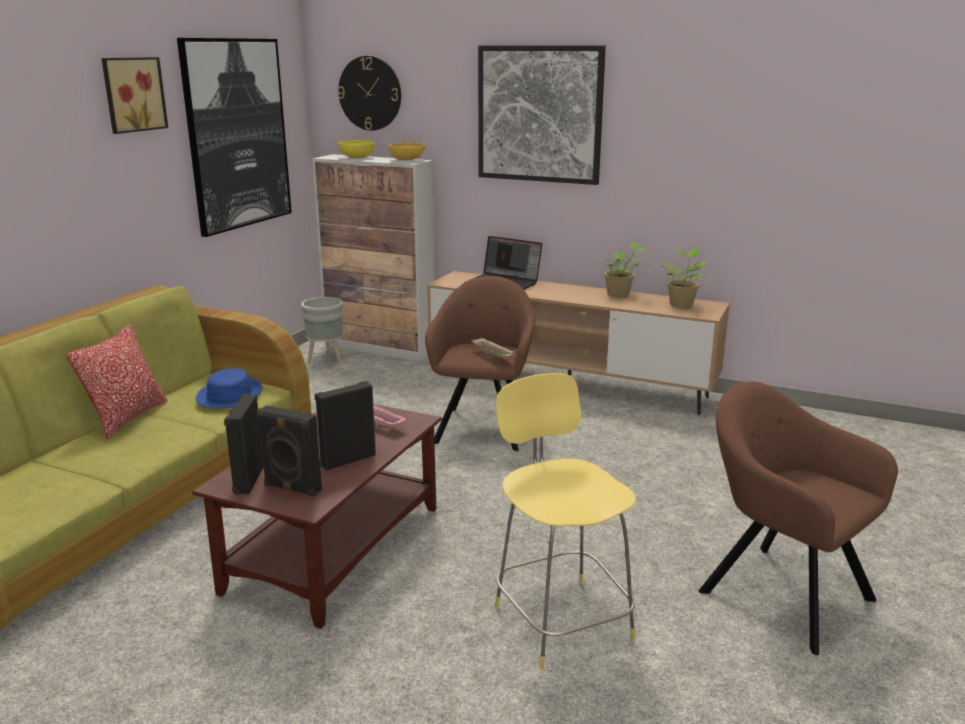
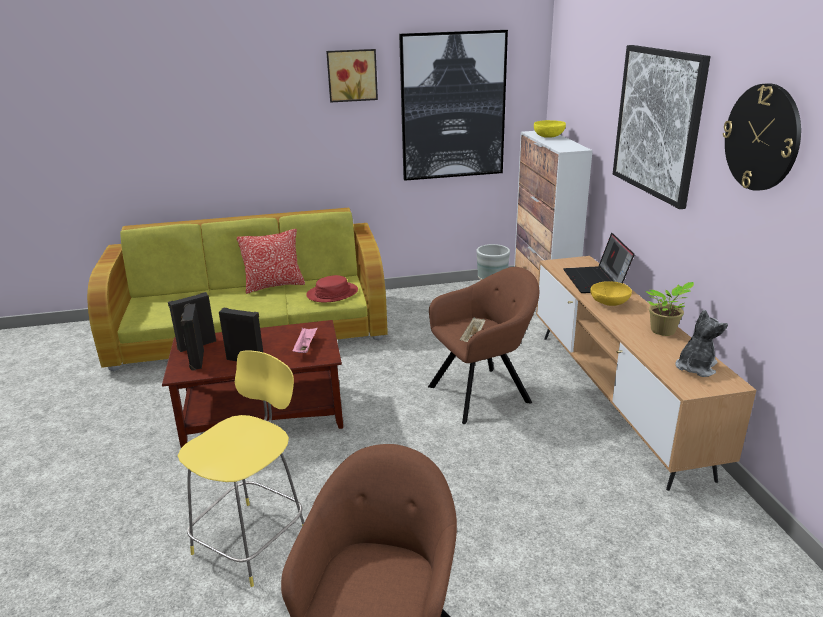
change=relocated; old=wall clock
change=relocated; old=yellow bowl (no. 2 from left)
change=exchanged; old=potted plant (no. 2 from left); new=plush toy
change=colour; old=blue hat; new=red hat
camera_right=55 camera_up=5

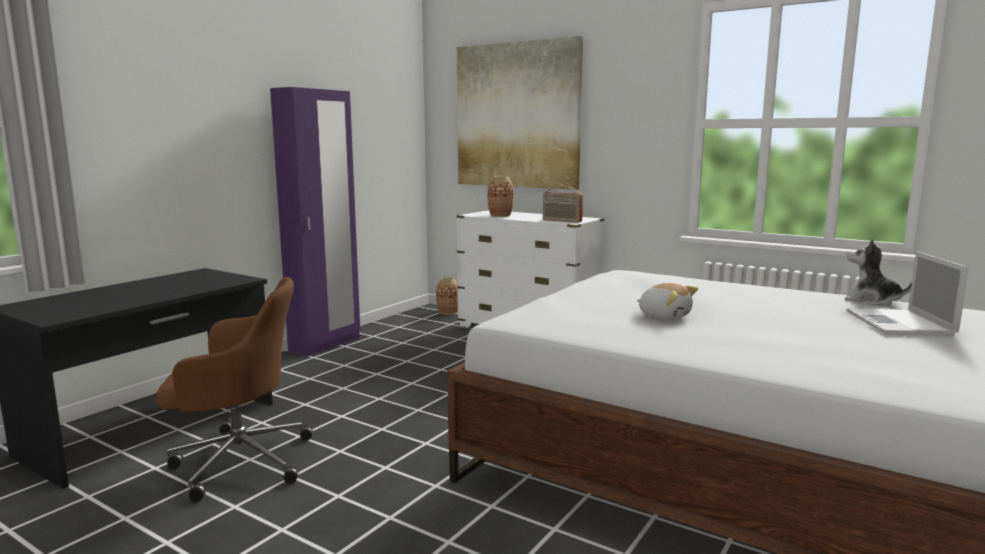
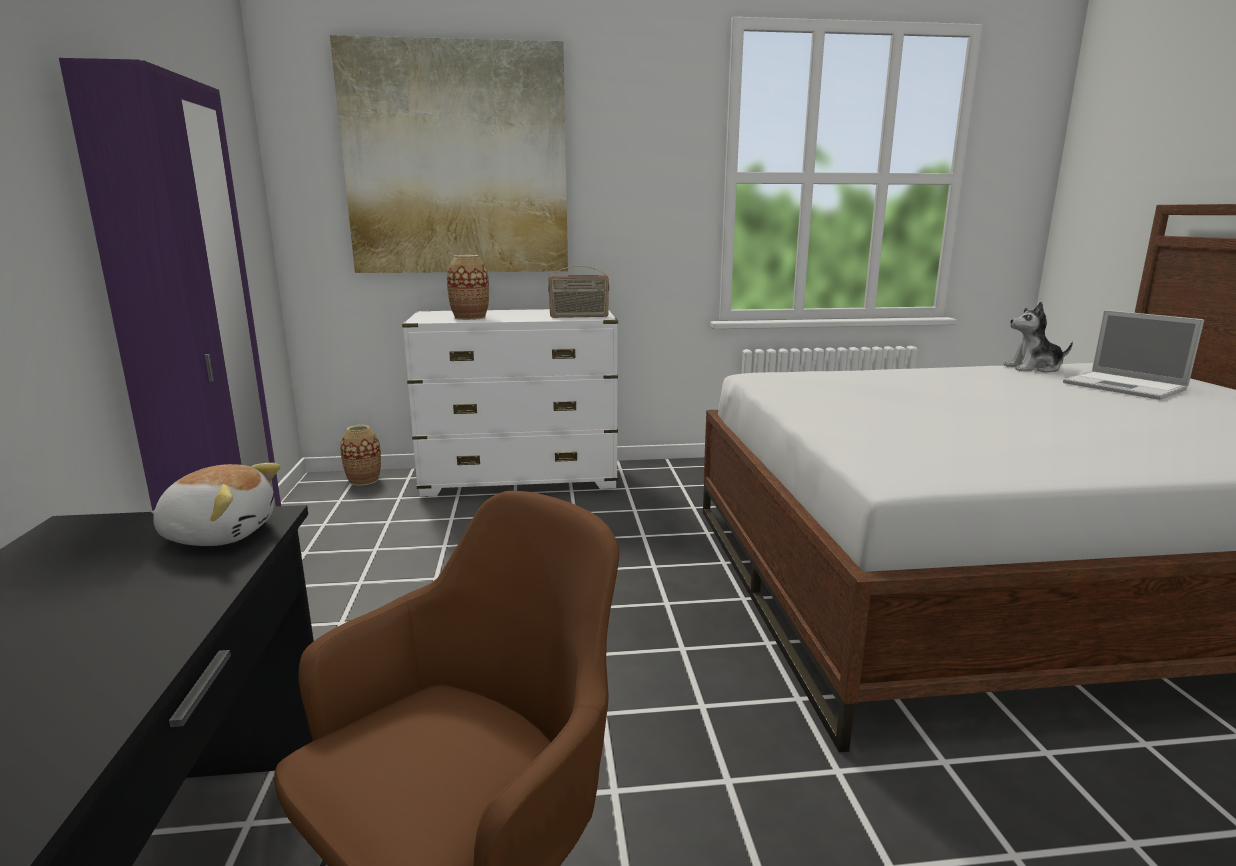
change=relocated; old=plush toy (no. 1 from left)
camera_right=-40 camera_up=5

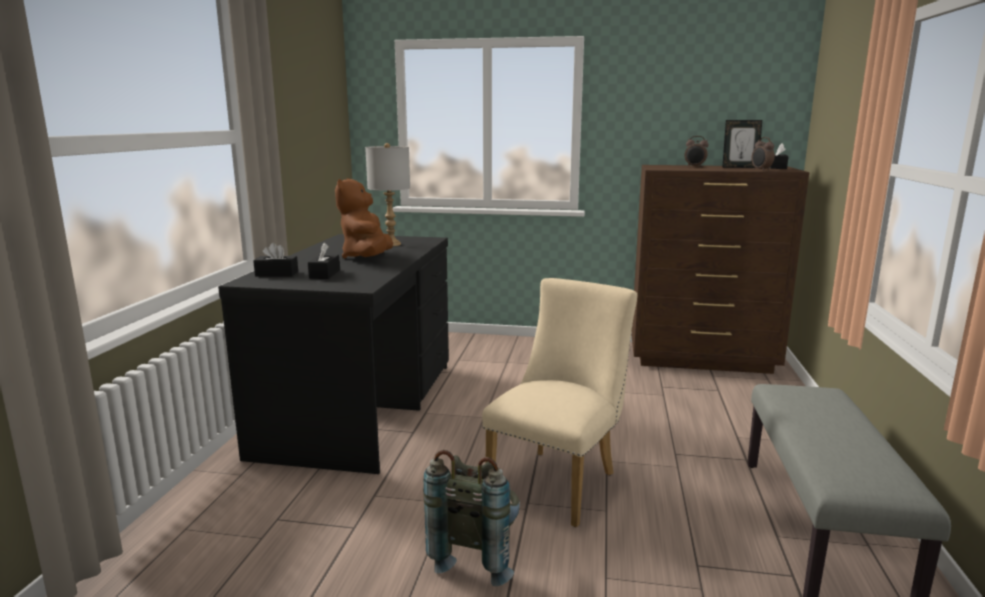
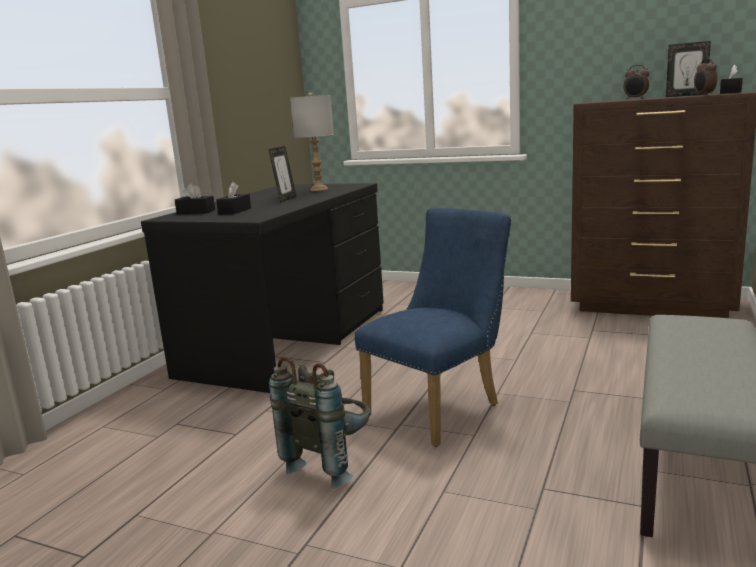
change=exchanged; old=brown plush toy; new=picture frame (no. 1 from left)
change=colour; old=beige chair; new=blue chair
camera_right=15 camera_up=0

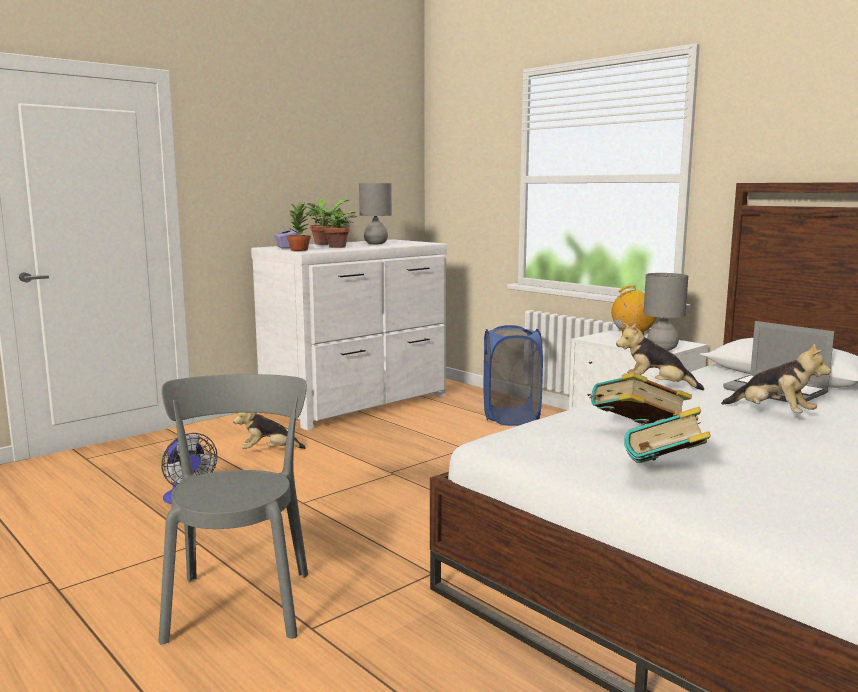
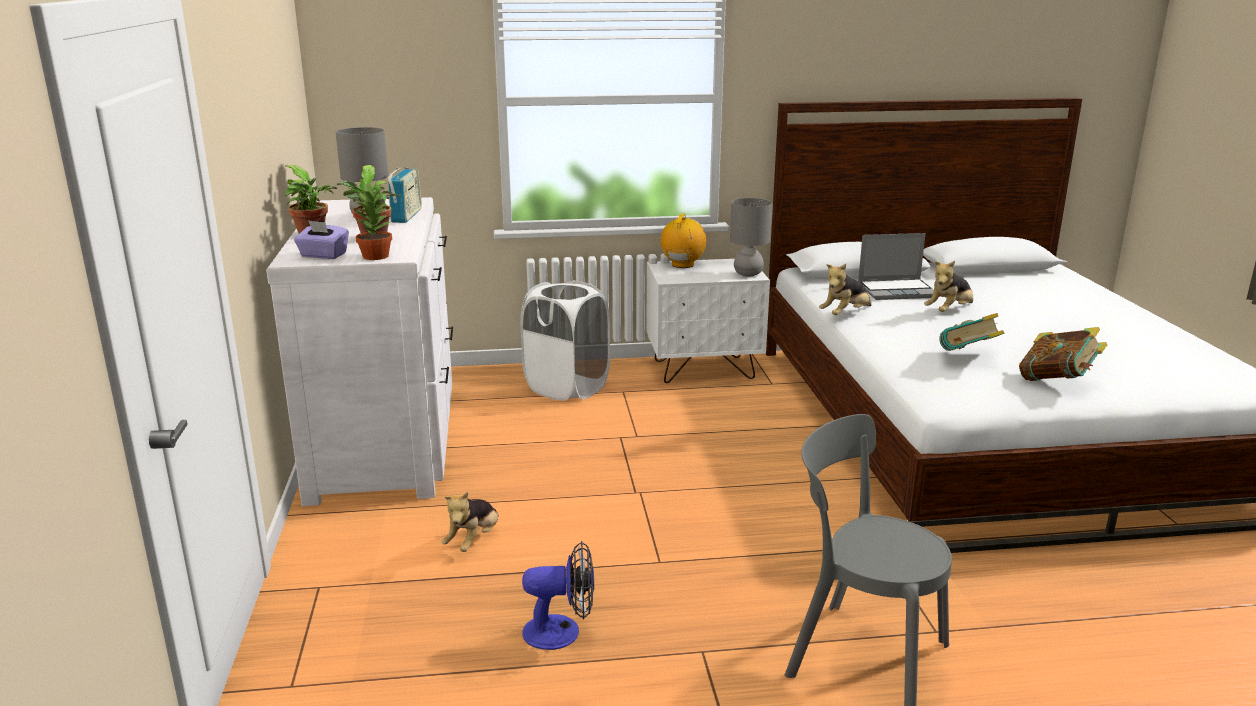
change=colour; old=blue laundry basket; new=white laundry basket
change=spun; old=plush toy (no. 3 from left); degrees=150
change=appeared; new=radio (no. 1 from left)
camera_right=-55 camera_up=10

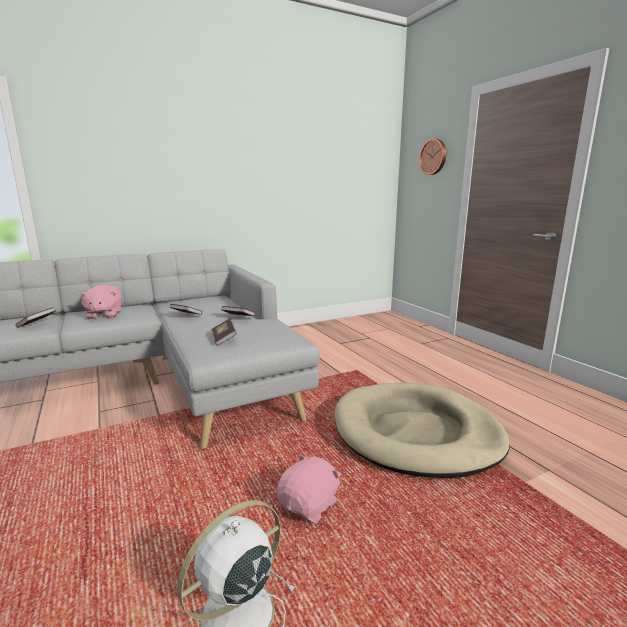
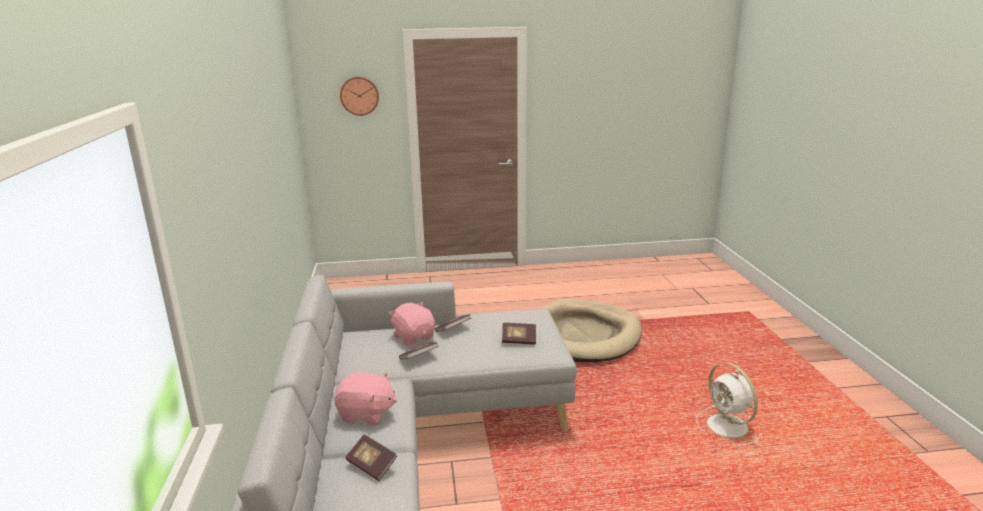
change=relocated; old=pink plush toy (no. 2 from left)
camera_right=-70 camera_up=5

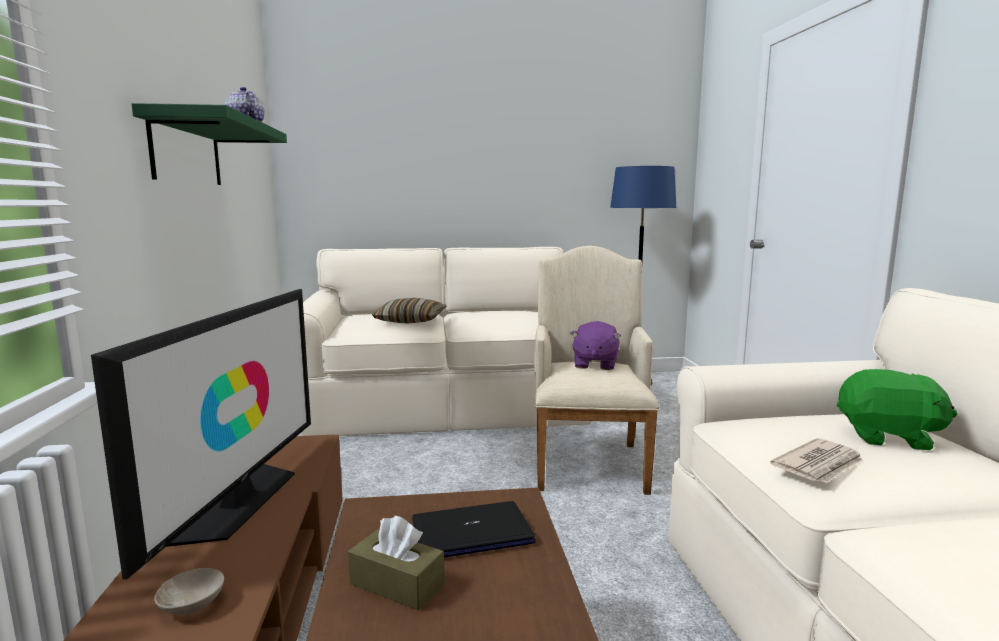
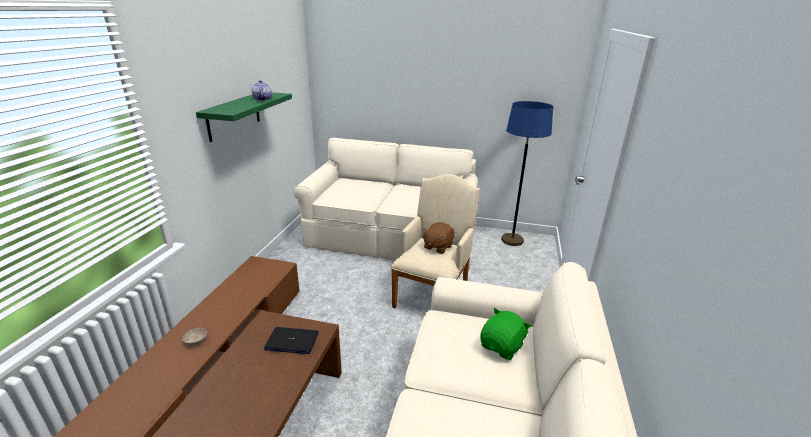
change=missing; old=television
change=missing; old=pillow
change=colour; old=purple plush toy; new=brown plush toy
change=spun; old=green plush toy; degrees=-90
change=missing; old=newspaper
change=missing; old=brown tissue box
camera_right=20 camera_up=15

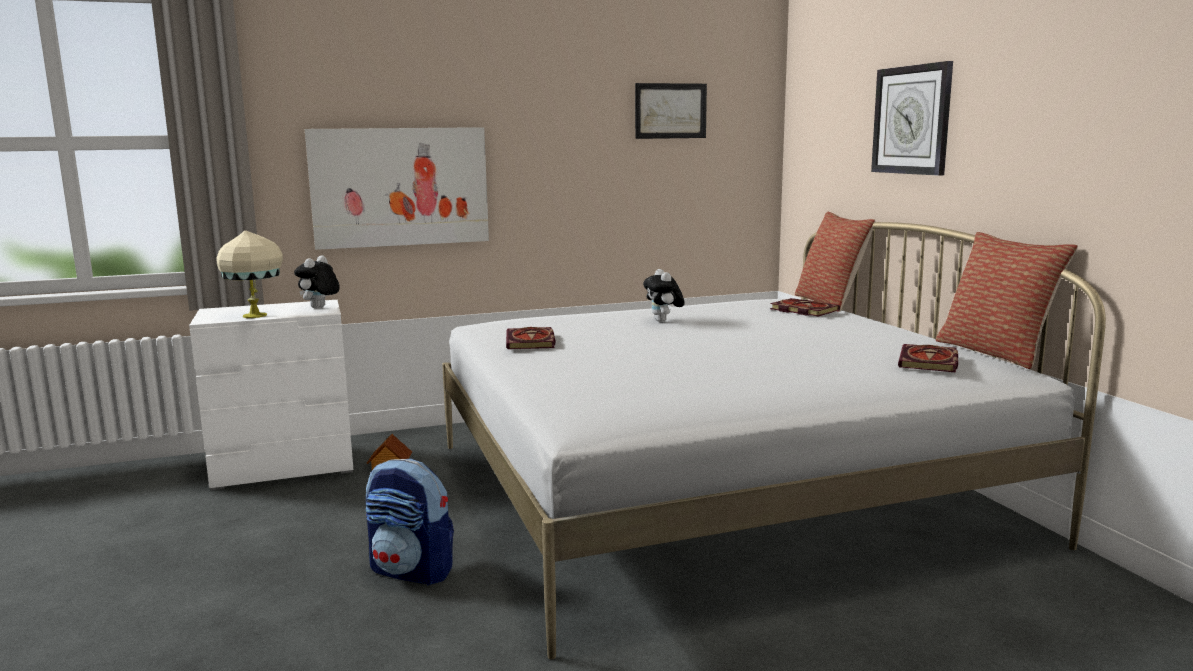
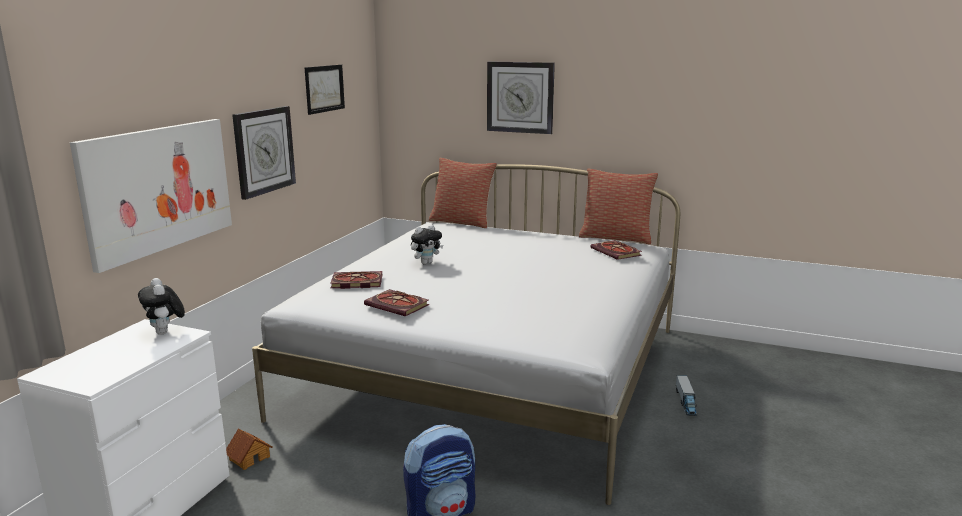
change=missing; old=beige table lamp
change=spun; old=plush toy (no. 2 from left); degrees=-60
change=relocated; old=book (no. 2 from left in the first image); new=book (no. 1 from left)
change=appeared; new=wall clock (no. 1 from left)
change=appeared; new=toy truck
camera_right=-50 camera_up=5

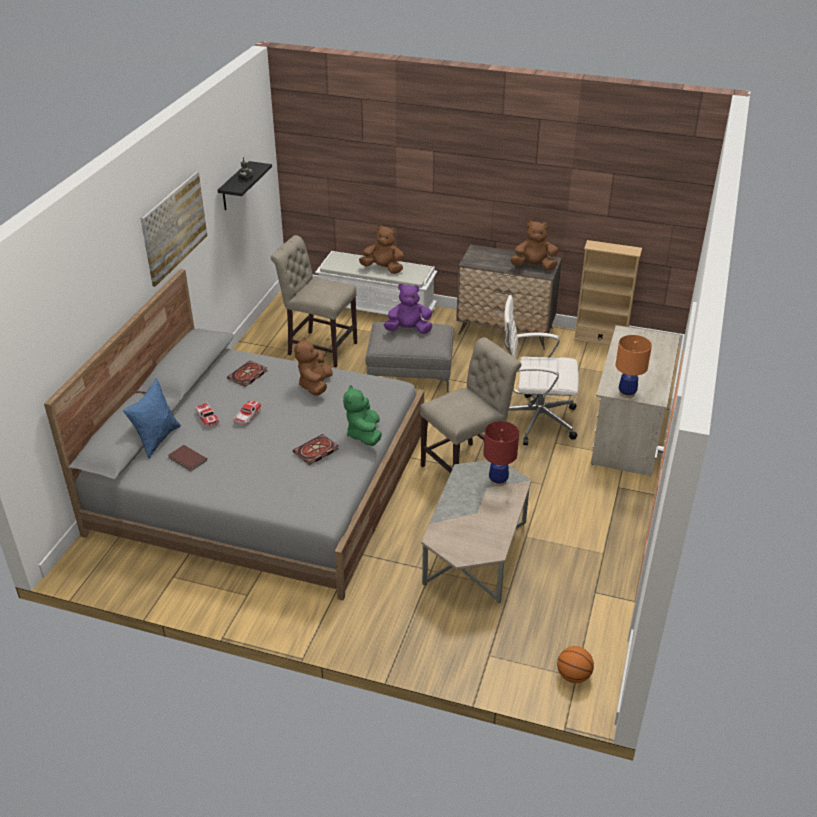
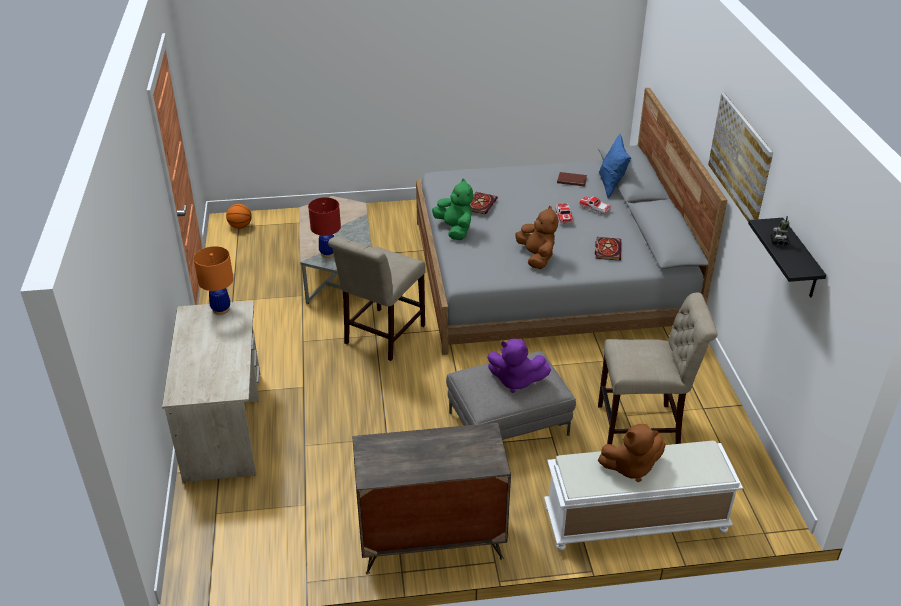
change=missing; old=brown plush toy (no. 3 from left)
change=missing; old=beige bookcase
change=spun; old=purple plush toy; degrees=45
change=missing; old=white office chair
camera_right=155 camera_up=0

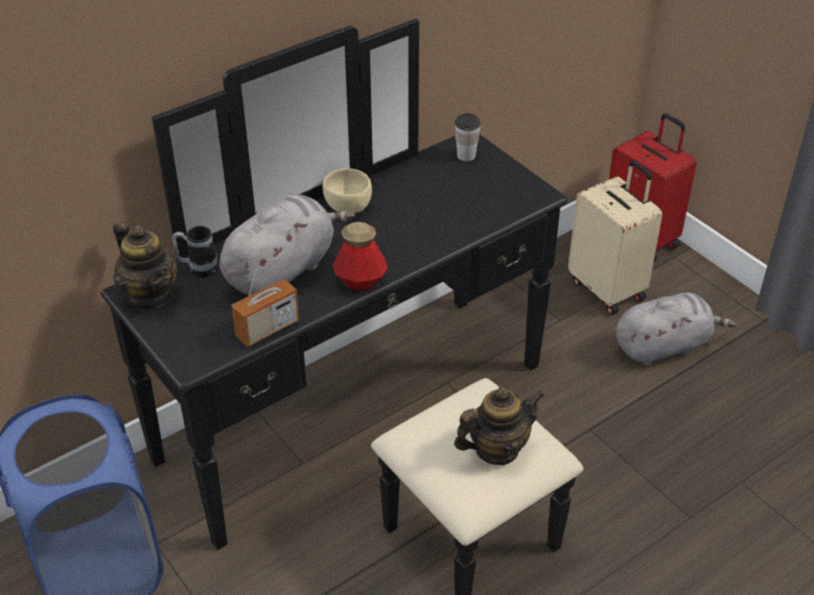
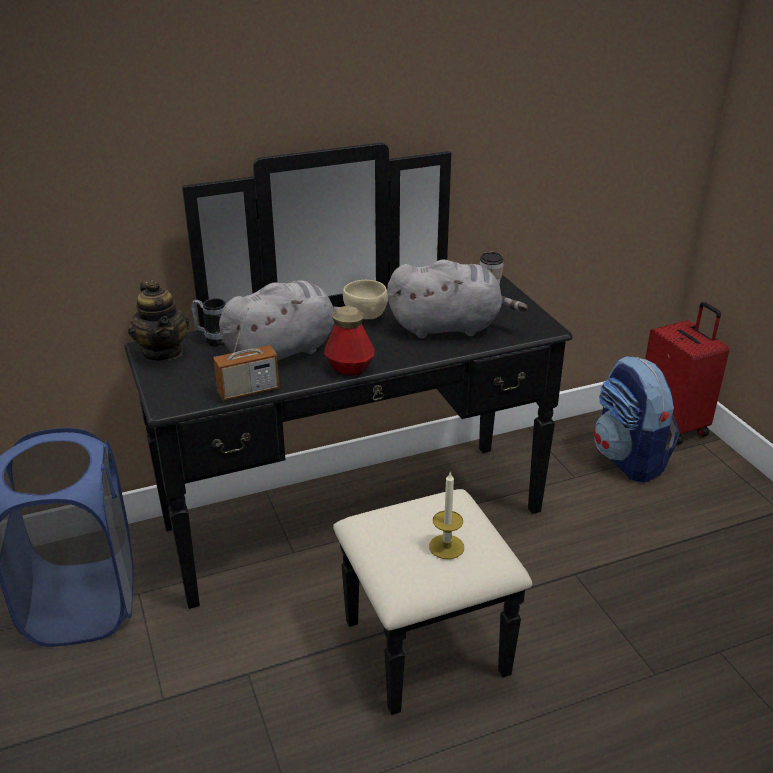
change=exchanged; old=beige suitcase; new=backpack
change=relocated; old=grey plush toy (no. 2 from left)
change=exchanged; old=teapot (no. 2 from left); new=candle
camera_right=15 camera_up=-10

